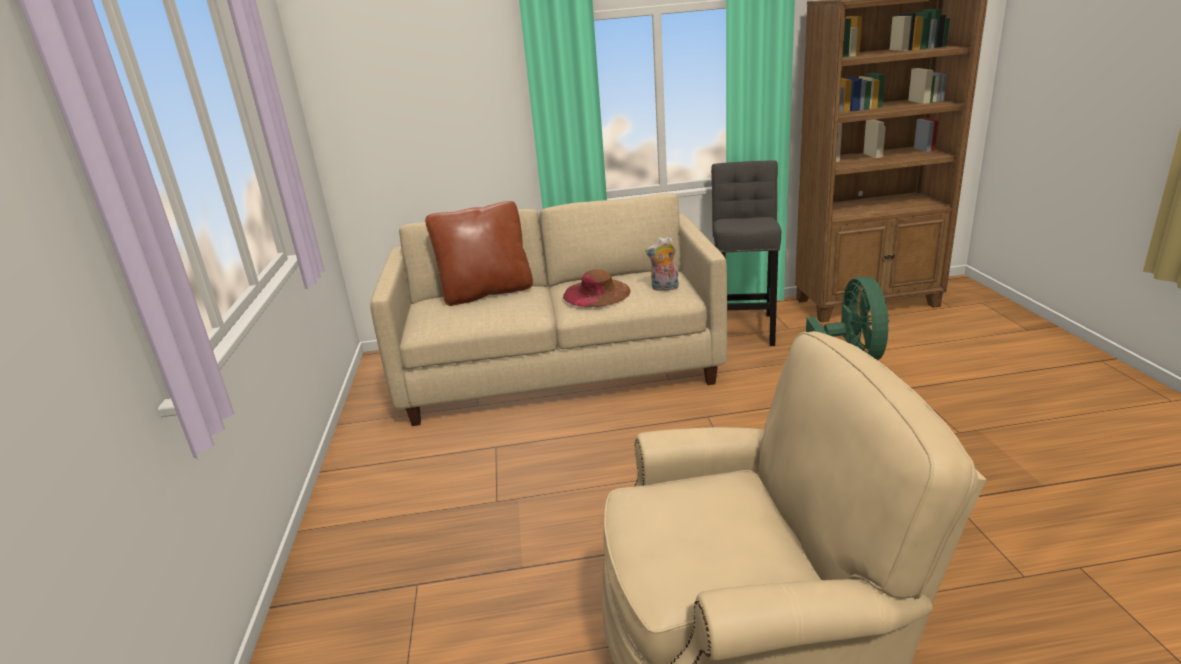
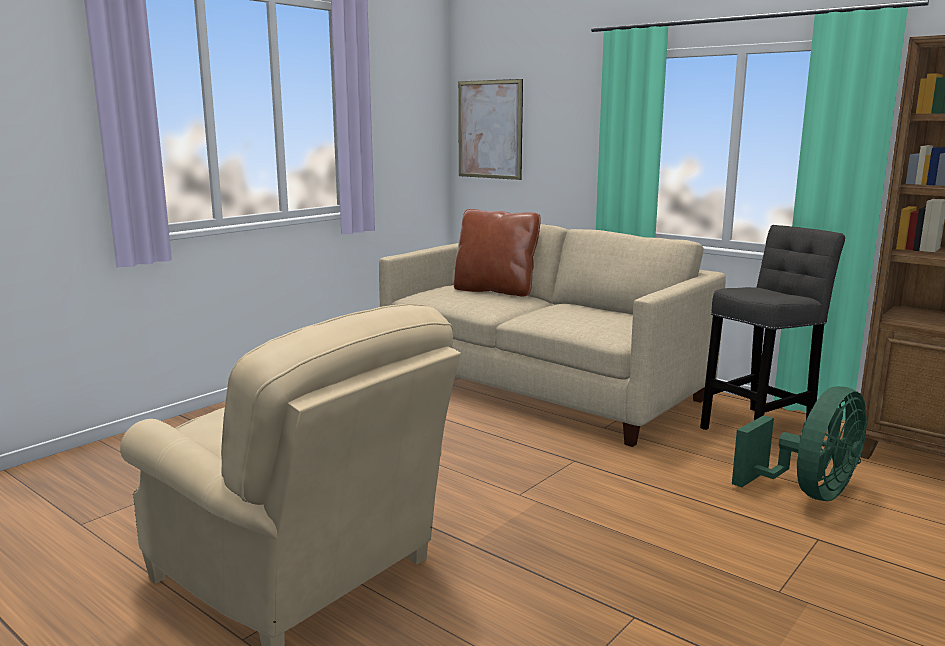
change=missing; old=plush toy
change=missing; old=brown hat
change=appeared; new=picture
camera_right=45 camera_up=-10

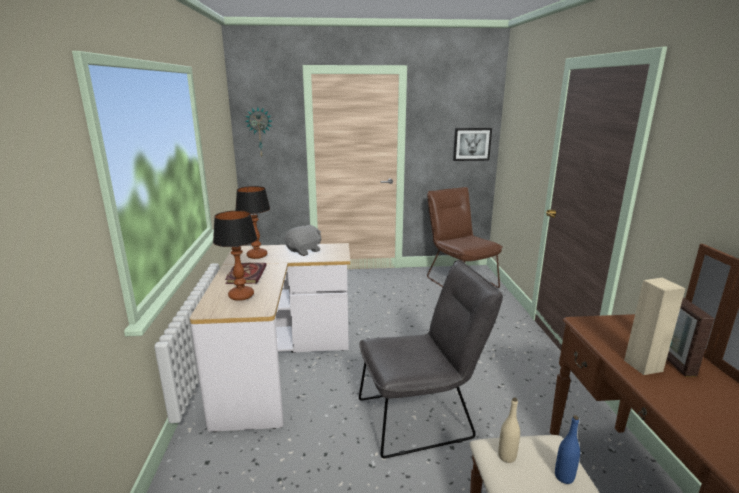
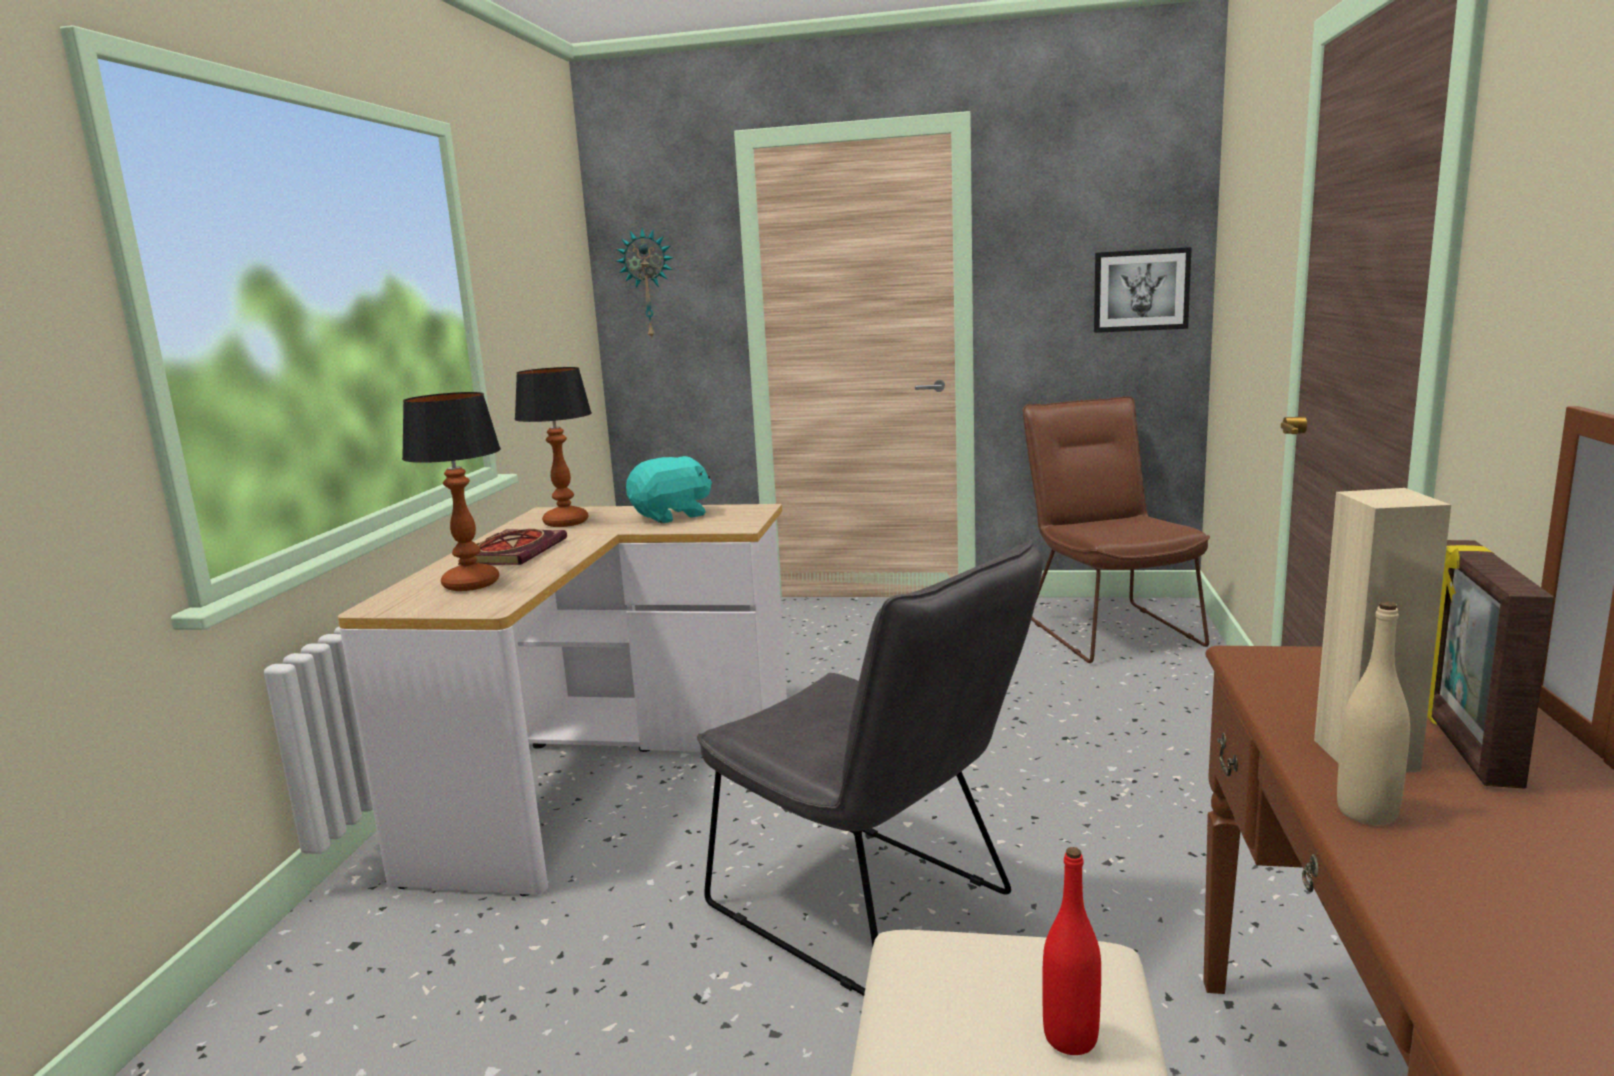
change=colour; old=grey plush toy; new=turquoise plush toy
change=spun; old=grey chair; degrees=45
change=relocated; old=beige bottle
change=colour; old=blue bottle; new=red bottle
camera_right=15 camera_up=-5

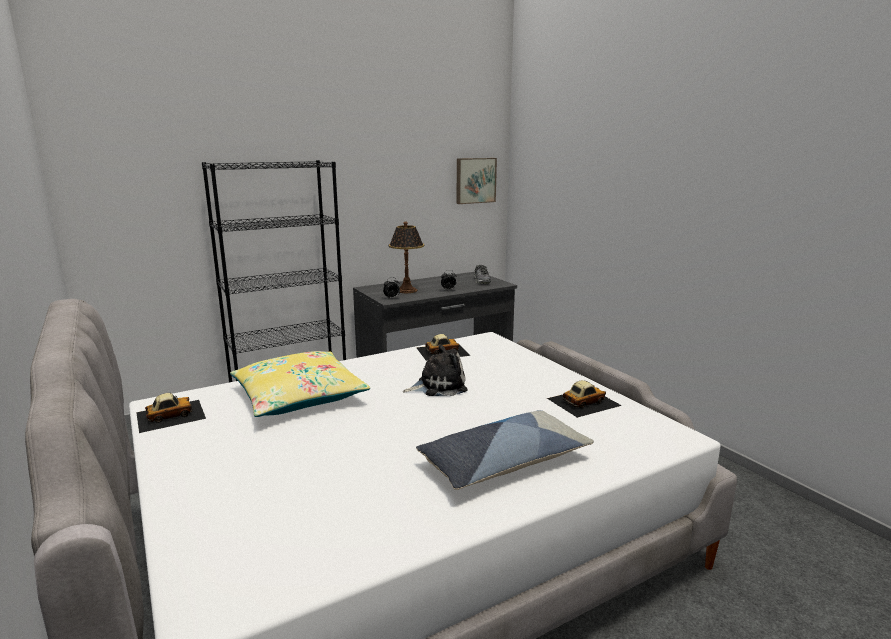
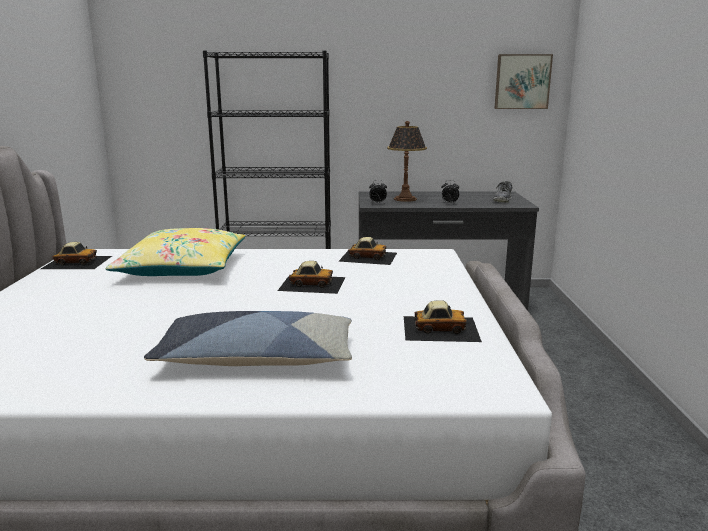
change=exchanged; old=plush toy; new=toy car (no. 2 from left)
camera_right=30 camera_up=0

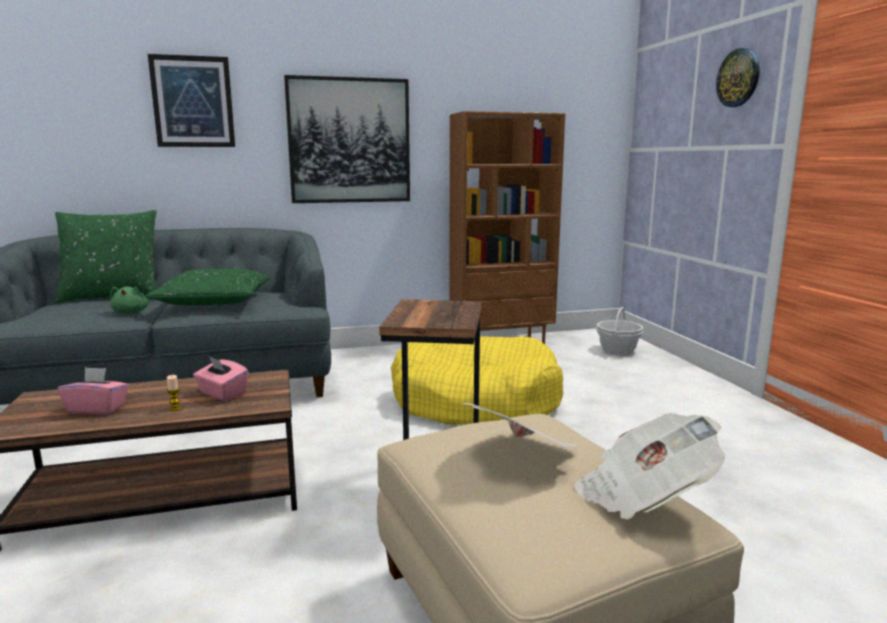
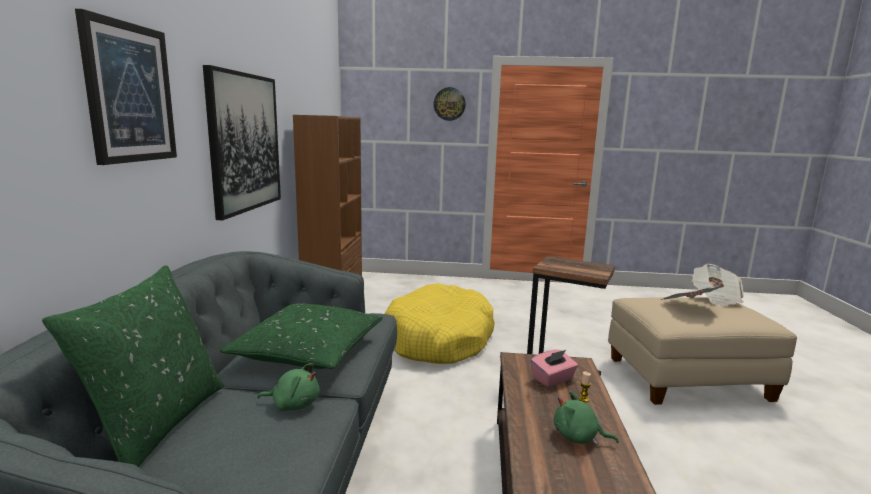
change=missing; old=basket
change=exchanged; old=pink tissue box (no. 1 from left); new=green plush toy (no. 2 from left)
camera_right=-70 camera_up=0

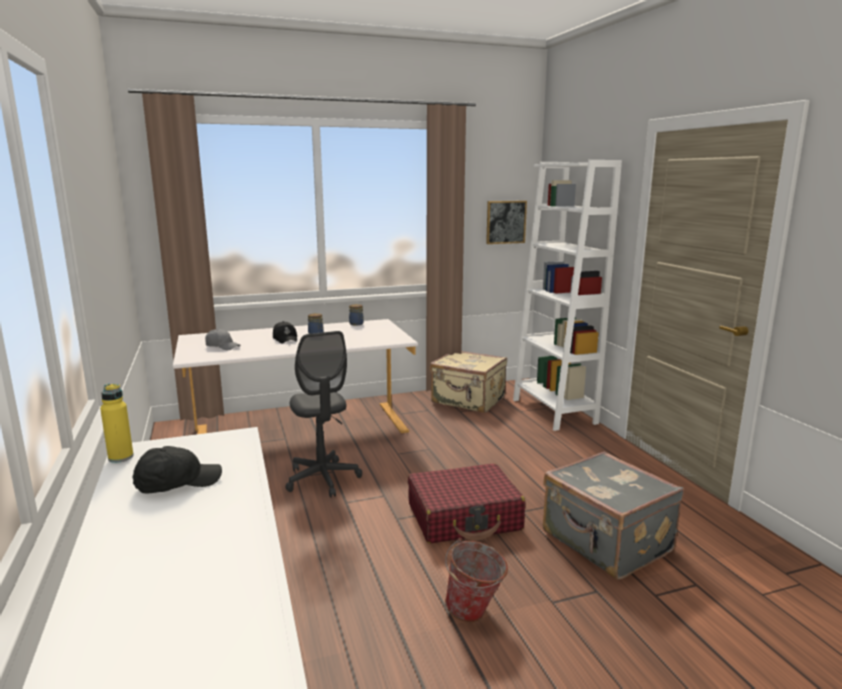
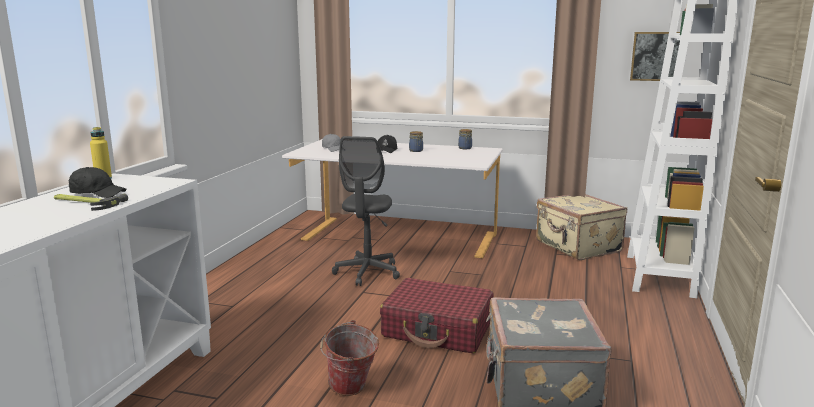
change=appeared; new=hammer
camera_right=35 camera_up=0

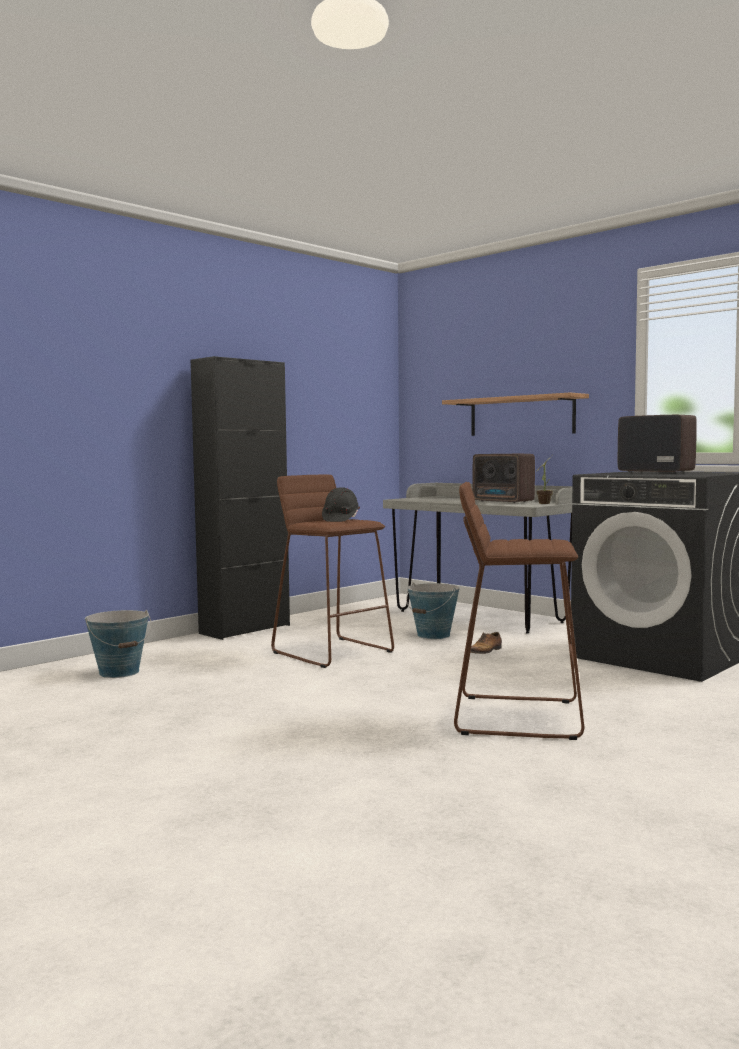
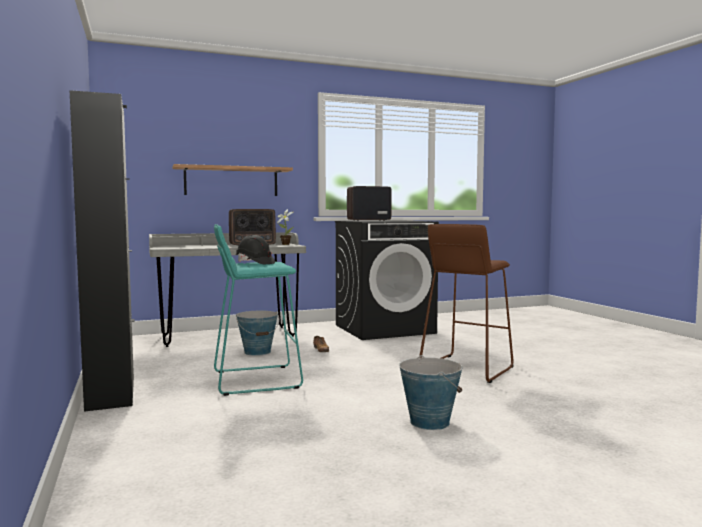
change=colour; old=brown stool (no. 1 from left); new=turquoise stool
change=relocated; old=bucket (no. 1 from left in the first image); new=bucket (no. 2 from left)
camera_right=-65 camera_up=0

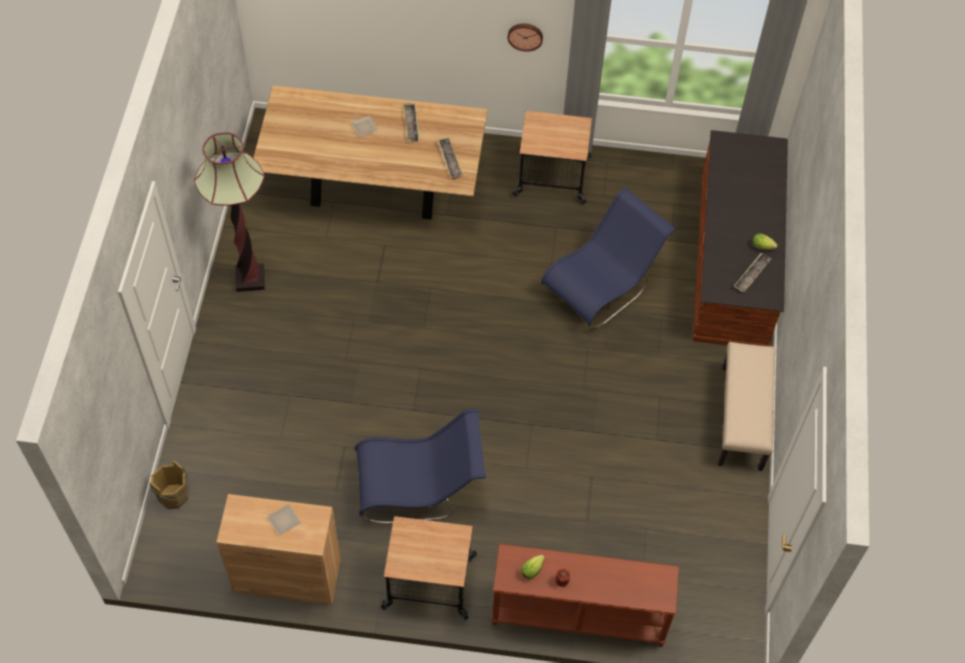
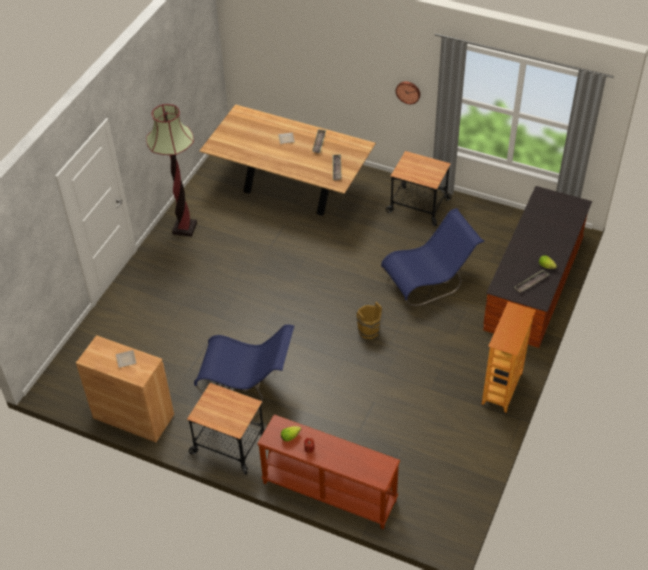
change=exchanged; old=beige bench; new=bookcase
change=relocated; old=brown bucket
camera_right=20 camera_up=-10

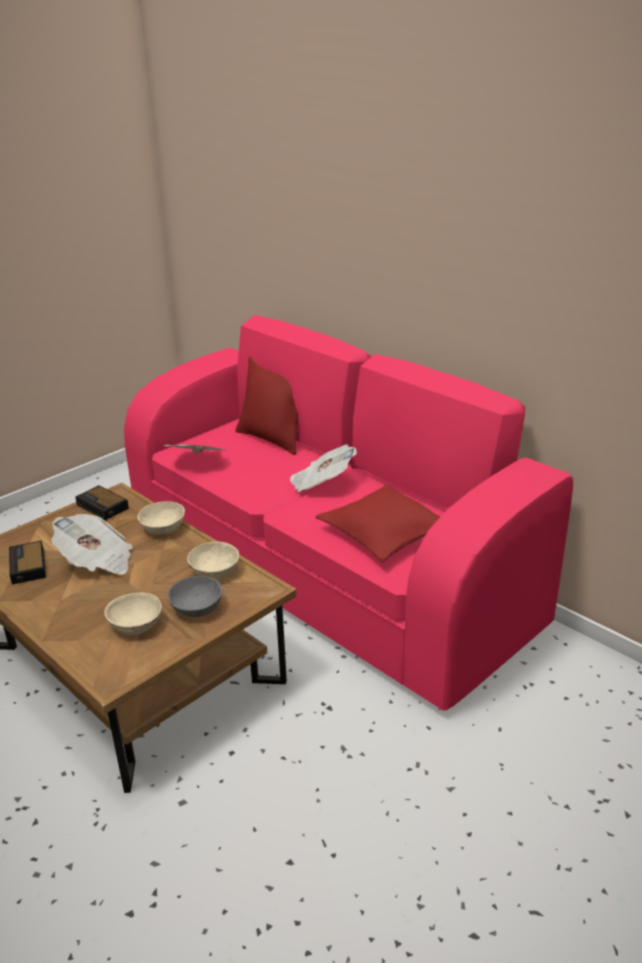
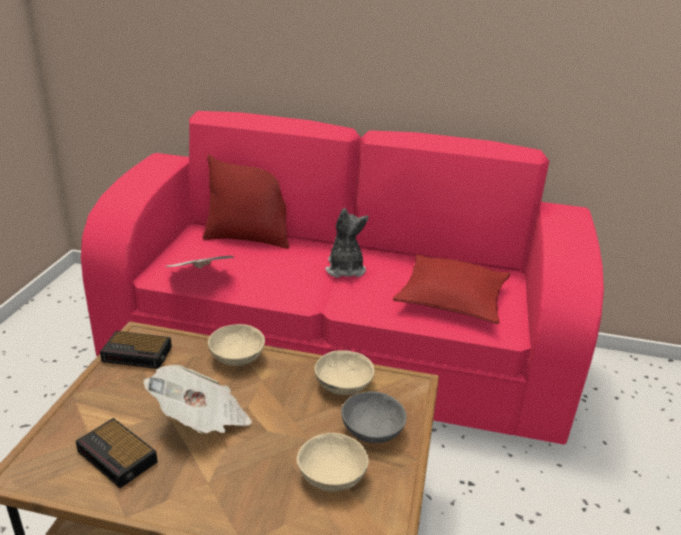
change=exchanged; old=newspaper (no. 3 from left); new=plush toy
camera_right=-35 camera_up=0

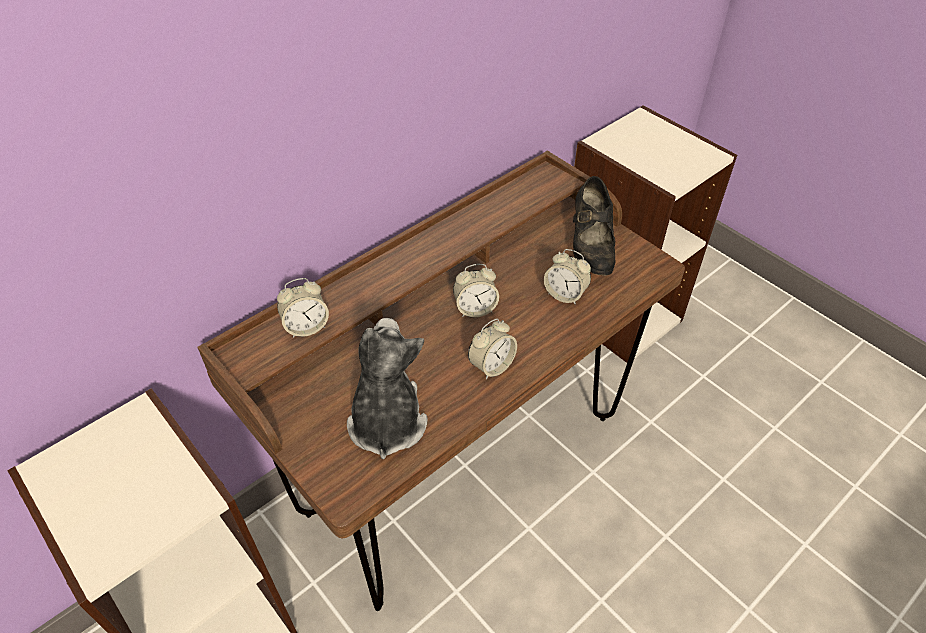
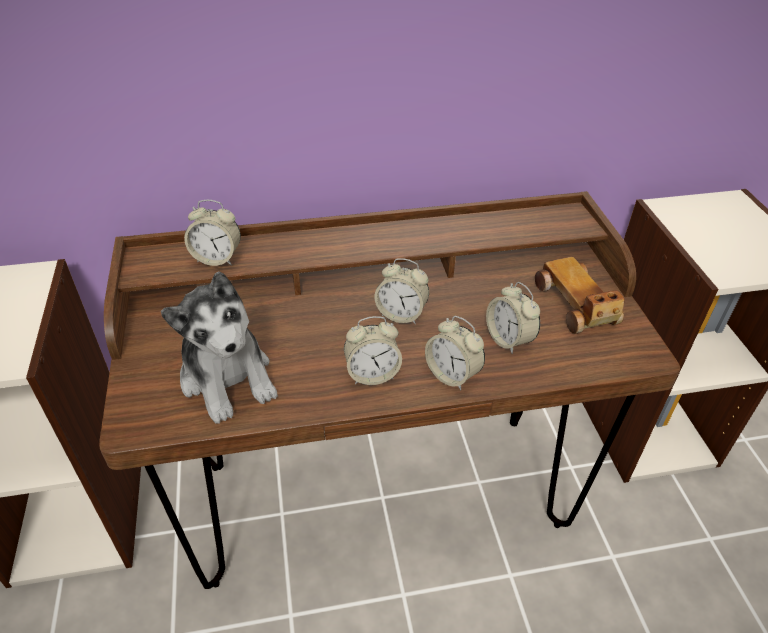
change=exchanged; old=black shoe; new=toy car
change=spun; old=plush toy; degrees=120
change=appeared; new=alarm clock (no. 4 from left)
camera_right=30 camera_up=-5

